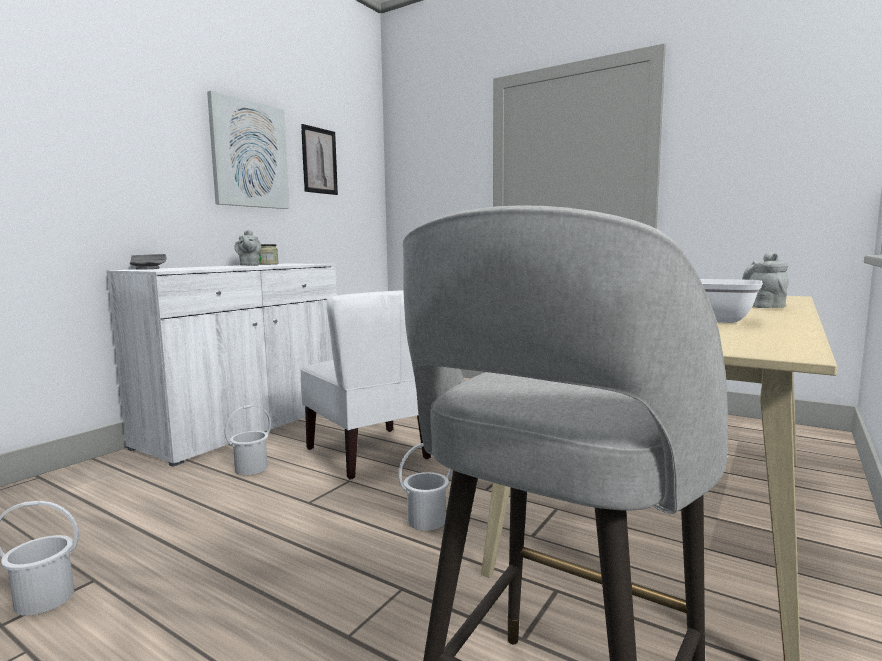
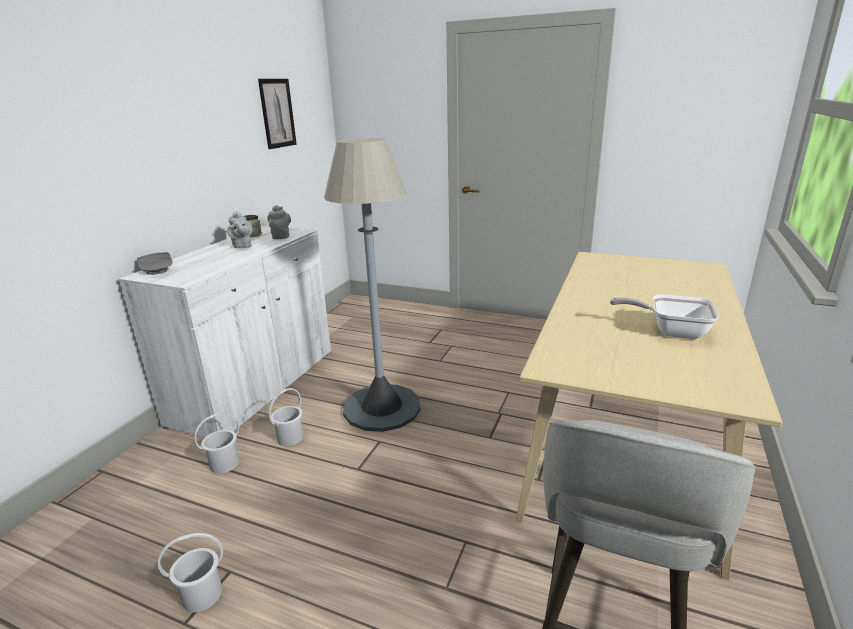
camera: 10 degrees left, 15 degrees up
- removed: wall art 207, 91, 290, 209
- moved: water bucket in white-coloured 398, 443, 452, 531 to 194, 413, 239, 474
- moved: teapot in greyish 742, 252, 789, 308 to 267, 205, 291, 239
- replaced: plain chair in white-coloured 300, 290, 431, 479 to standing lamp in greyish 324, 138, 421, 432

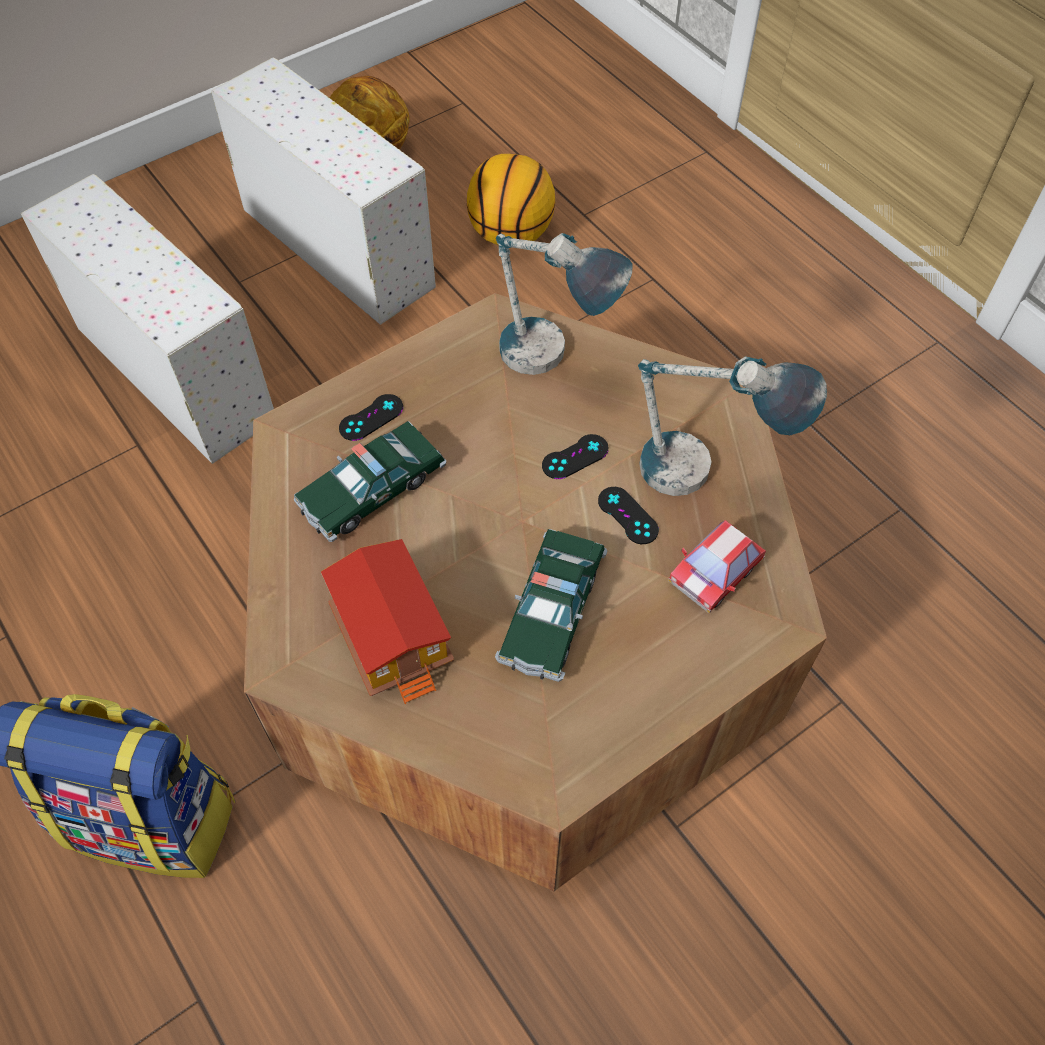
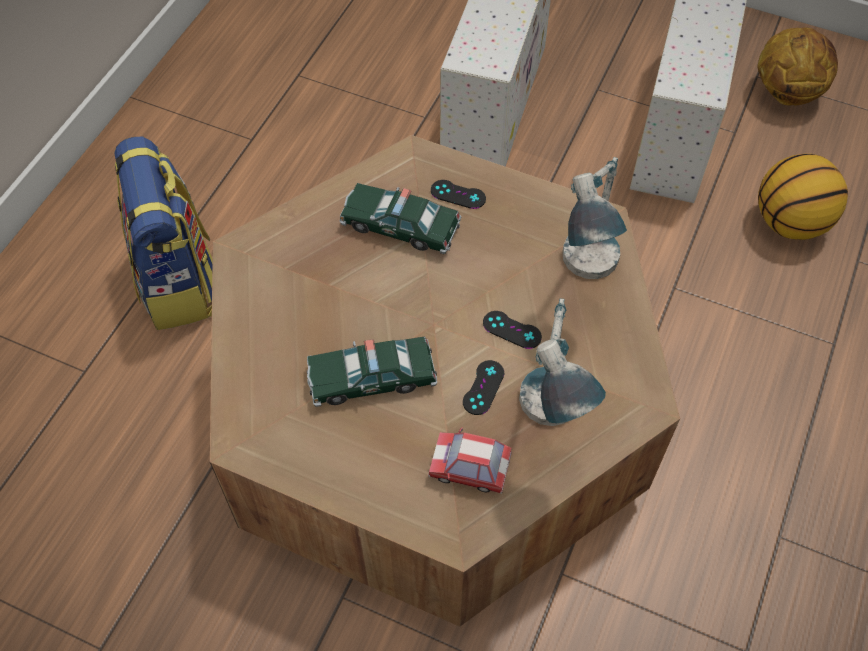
camera: 60 degrees right, 0 degrees up
- removed: miniature house 321, 539, 454, 704

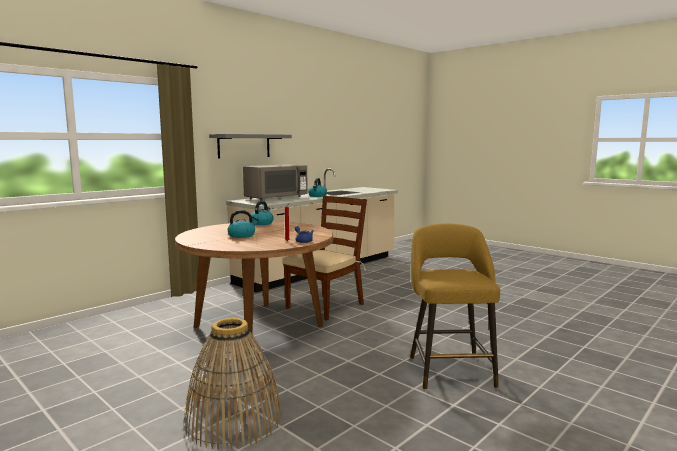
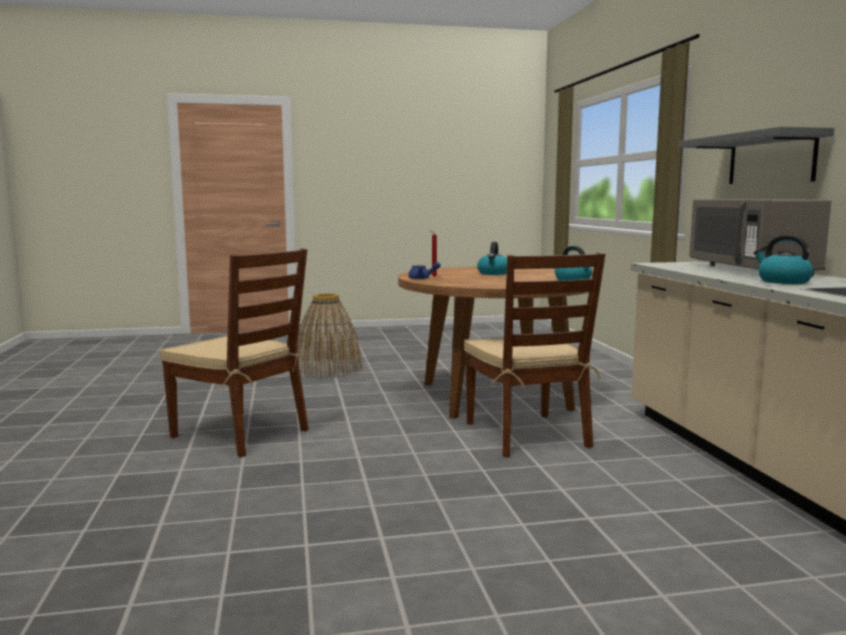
camera: 125 degrees right, 0 degrees up
- replaced: stool in yellow 410, 223, 500, 390 to plain chair in brownish 160, 248, 309, 458

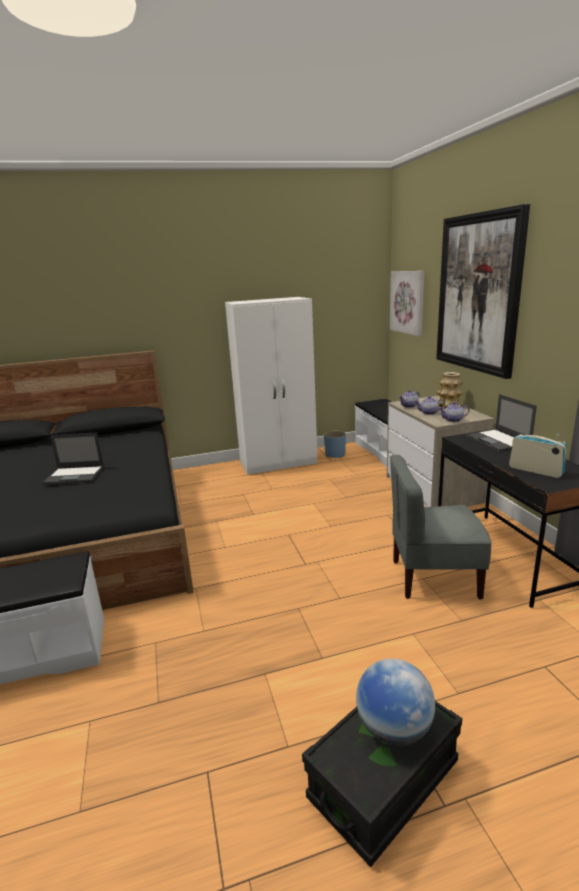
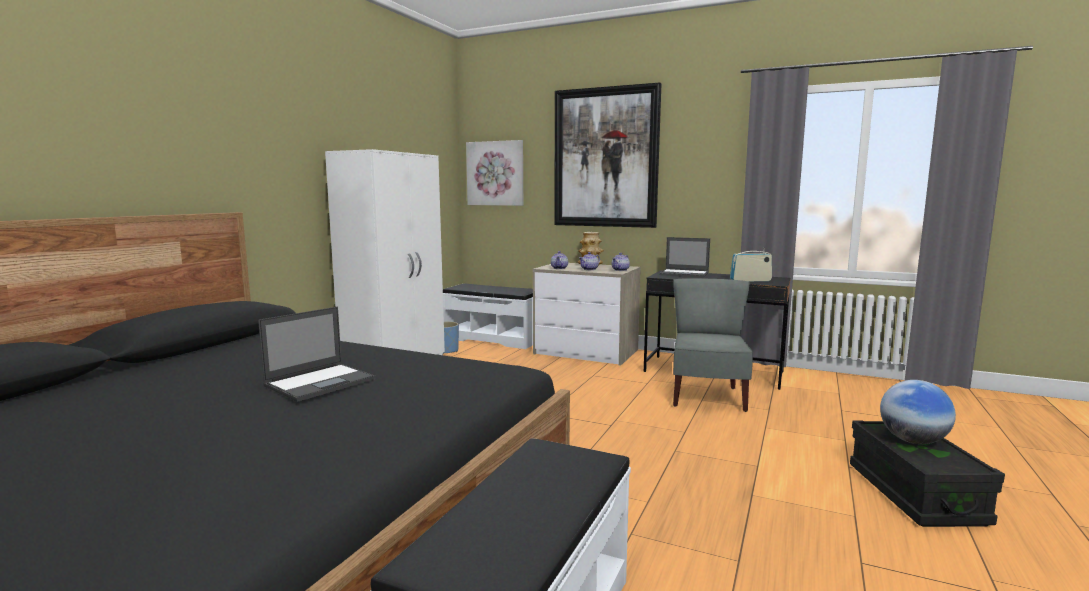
camera: 50 degrees left, 10 degrees down
- turned: plain chair in greyish 390, 455, 492, 599 = 673, 278, 753, 412 150 degrees clockwise

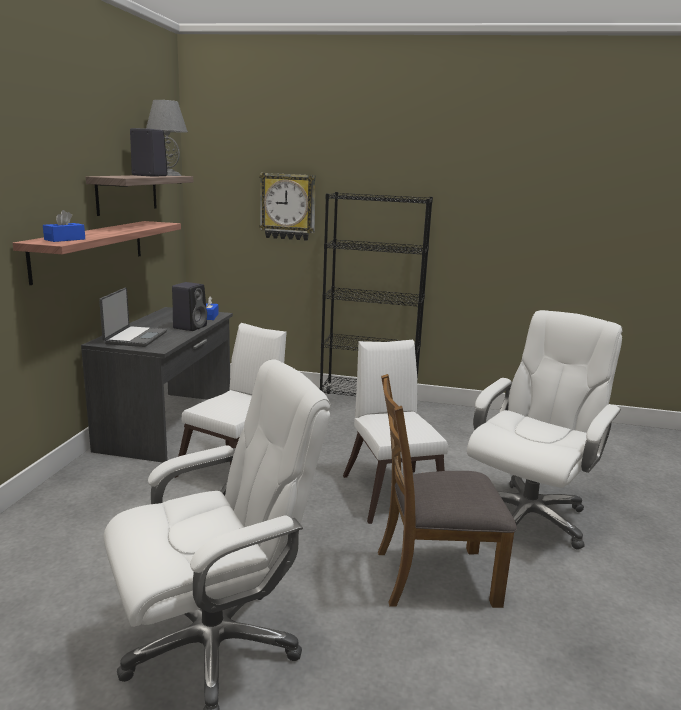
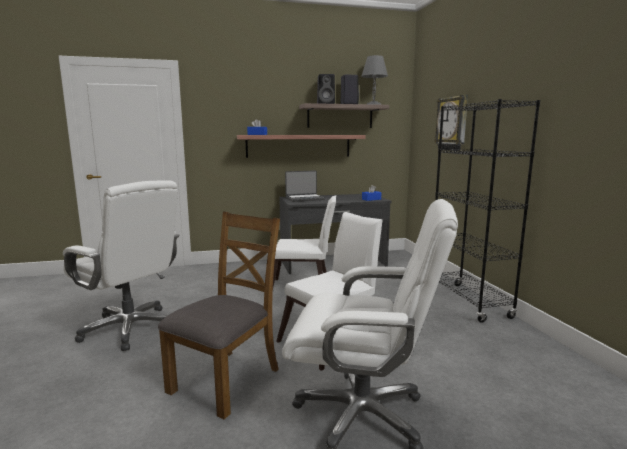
camera: 65 degrees right, 5 degrees down
- moved: speaker in black 172, 282, 207, 331 to 317, 74, 335, 104
- turned: plain chair in brownish 378, 374, 517, 608 = 158, 211, 280, 419 60 degrees clockwise

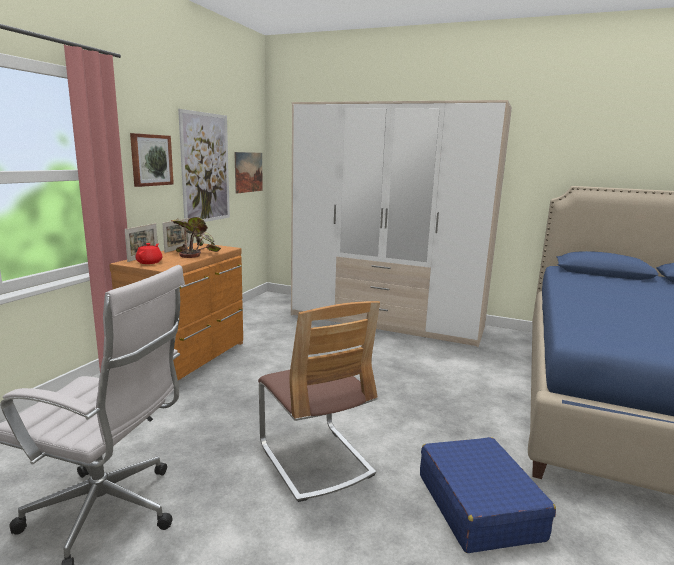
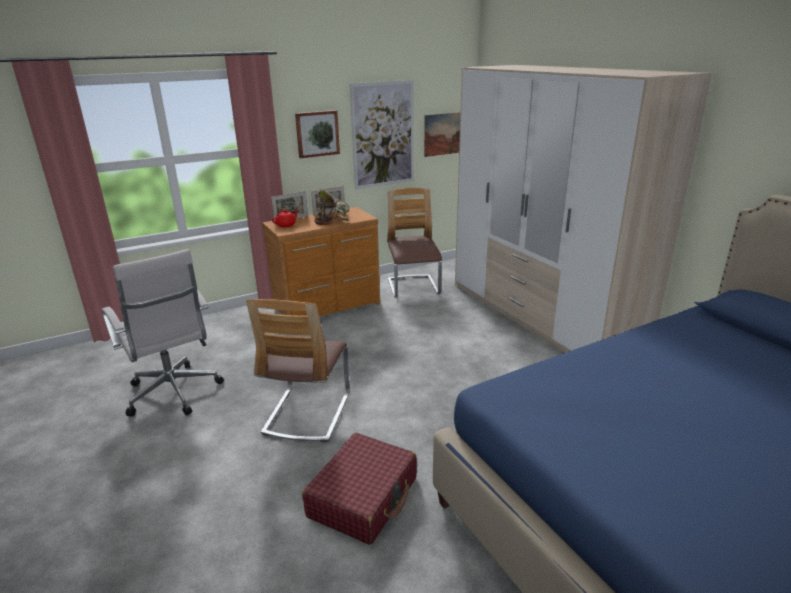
camera: 40 degrees right, 10 degrees up
- added: plain chair 387, 188, 442, 297
- recoloured: suitcase in blue-coloured 420, 437, 556, 553 to suitcase in red 302, 433, 417, 545

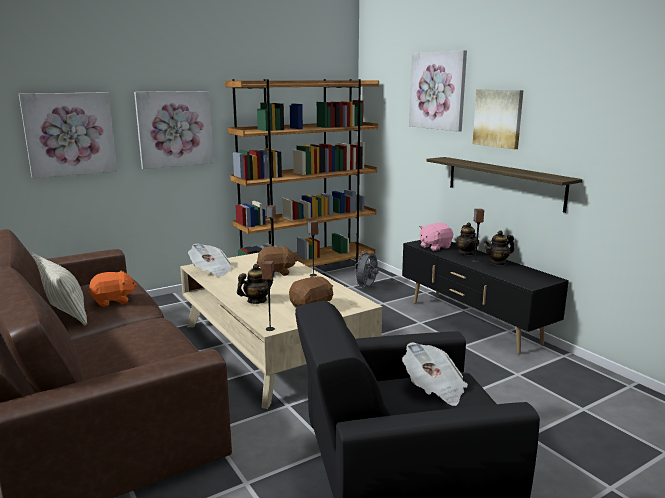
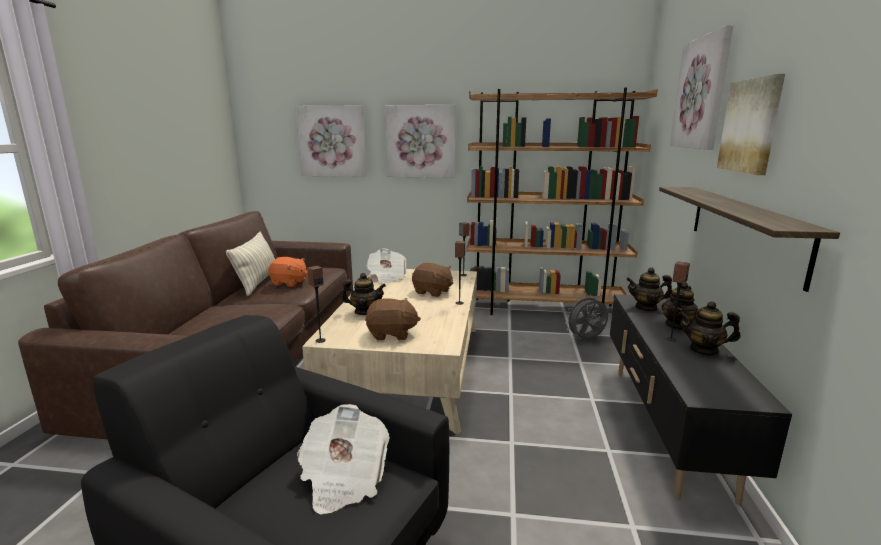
camera: 40 degrees right, 0 degrees up
- replaced: cuddly toy in pinkish 420, 223, 453, 251 to teapot 626, 268, 672, 312

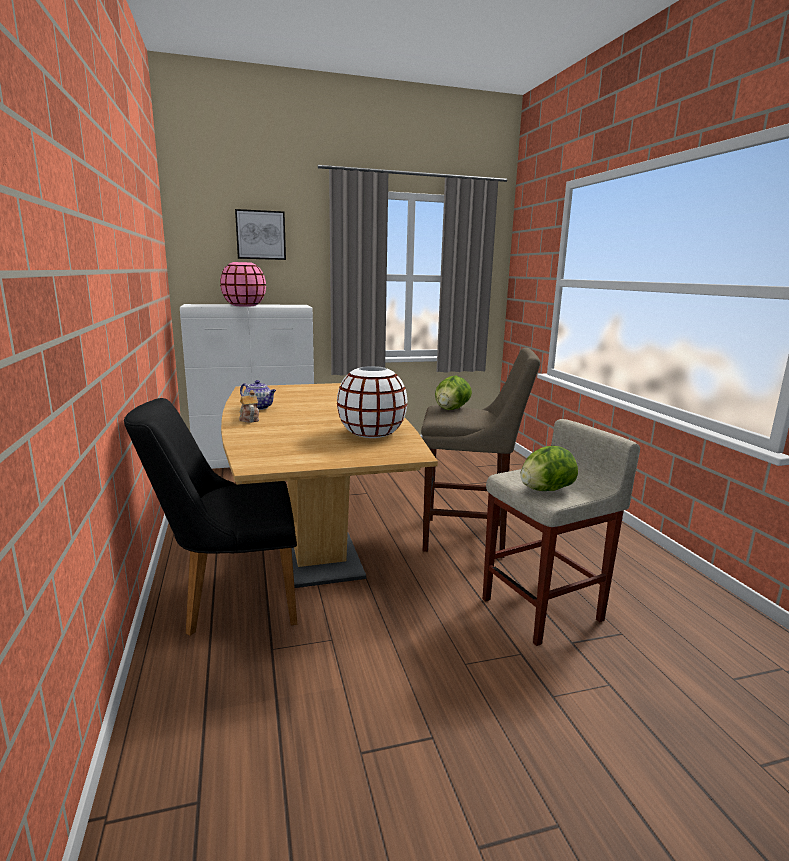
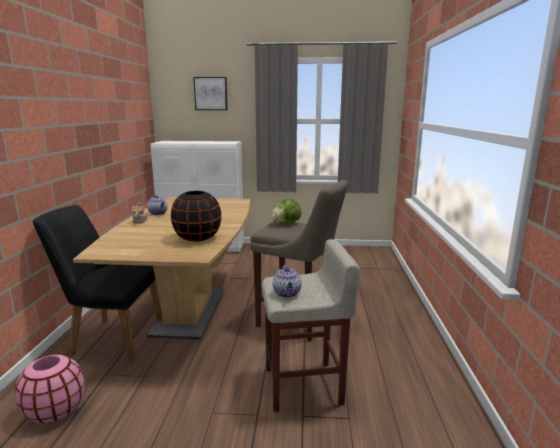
camera: 20 degrees right, 0 degrees up
- moved: vase in pinkish 220, 262, 266, 307 to 15, 355, 85, 423
- replaced: lettuce head 520, 446, 578, 491 to teapot 272, 265, 302, 298
- recoloured: vase in white-coloured 337, 366, 408, 438 to vase in black 171, 191, 221, 242

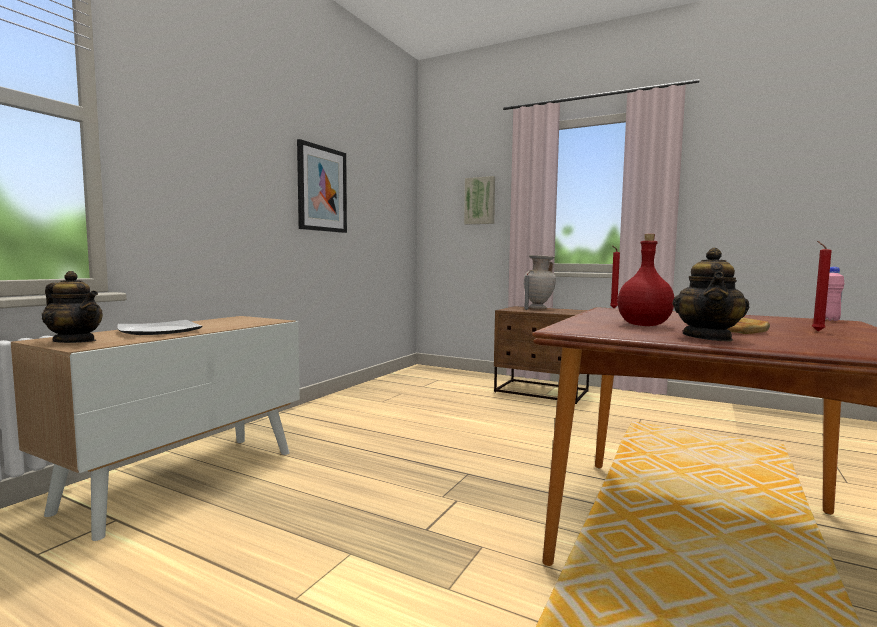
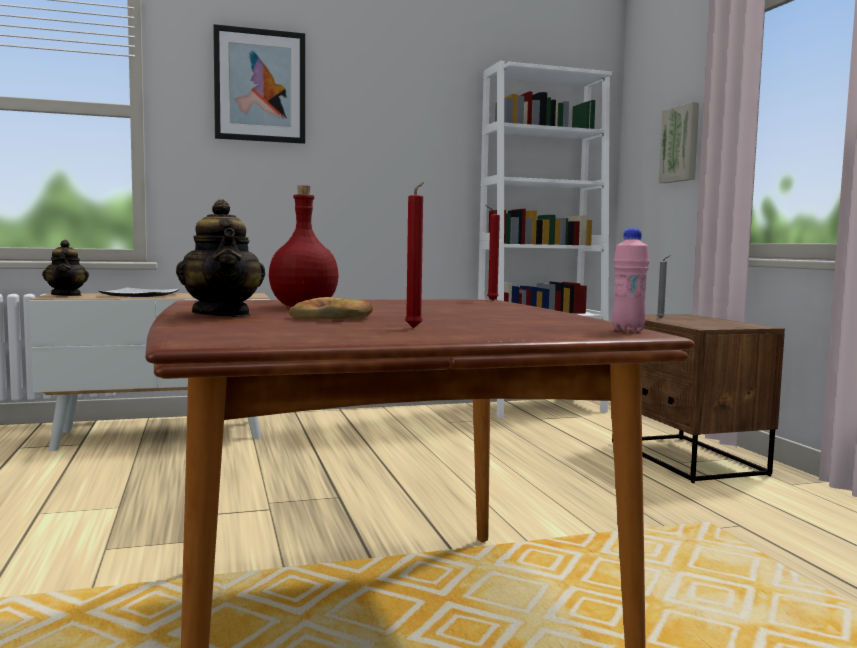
camera: 45 degrees right, 0 degrees up
- removed: vase in sand-coloured 524, 255, 556, 309
- added: bookcase in white-coloured 478, 61, 612, 418
- moved: wall art 297, 139, 347, 233 to 213, 24, 305, 144
- turned: teapot 673, 248, 749, 342 = 176, 199, 265, 317 90 degrees counterclockwise

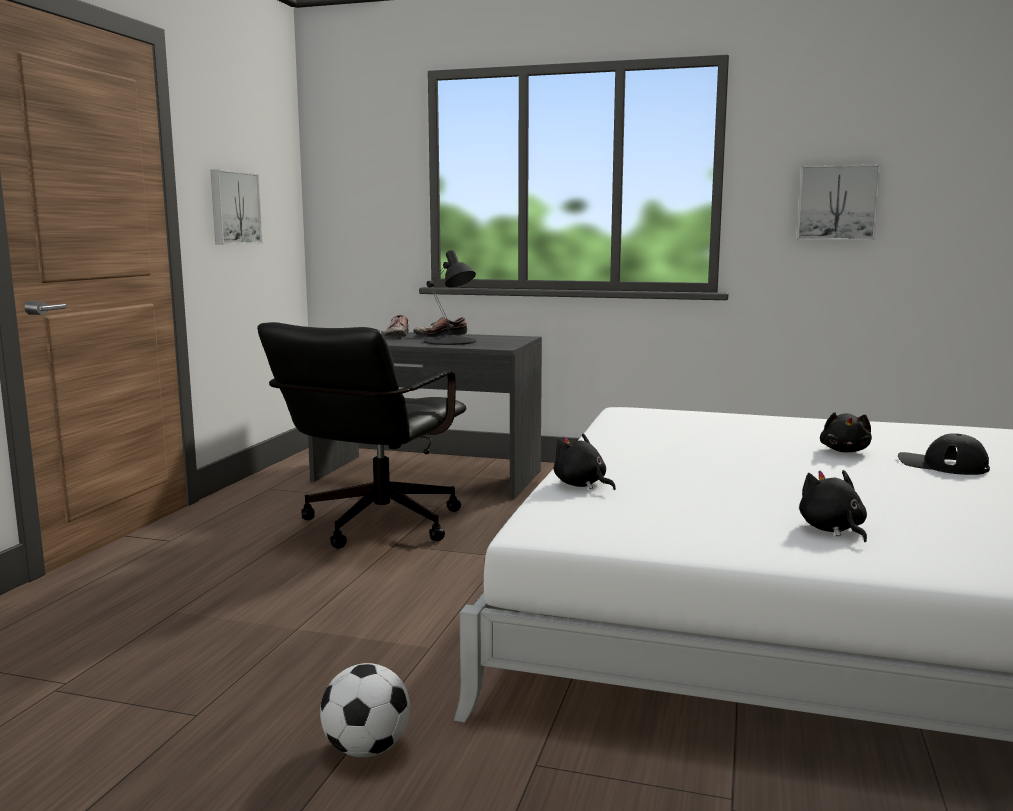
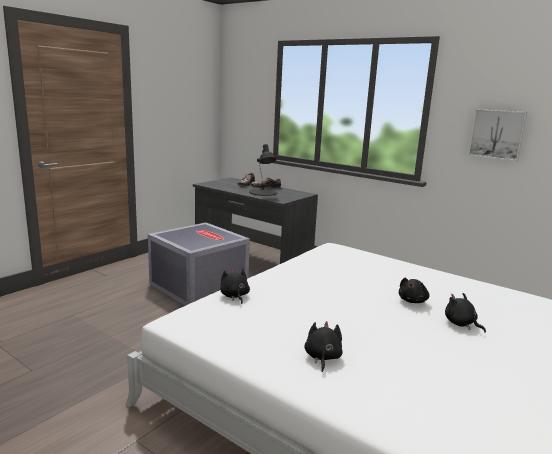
camera: 20 degrees right, 5 degrees up
- removed: wall art 210, 169, 263, 244
- removed: ball for football 320, 663, 410, 757
- replaced: desk chair in black 257, 322, 467, 549 to storage container in greyish 148, 222, 250, 306
- replaced: peaked cap in black 898, 433, 990, 475 to cuddly toy in black 445, 293, 486, 333

